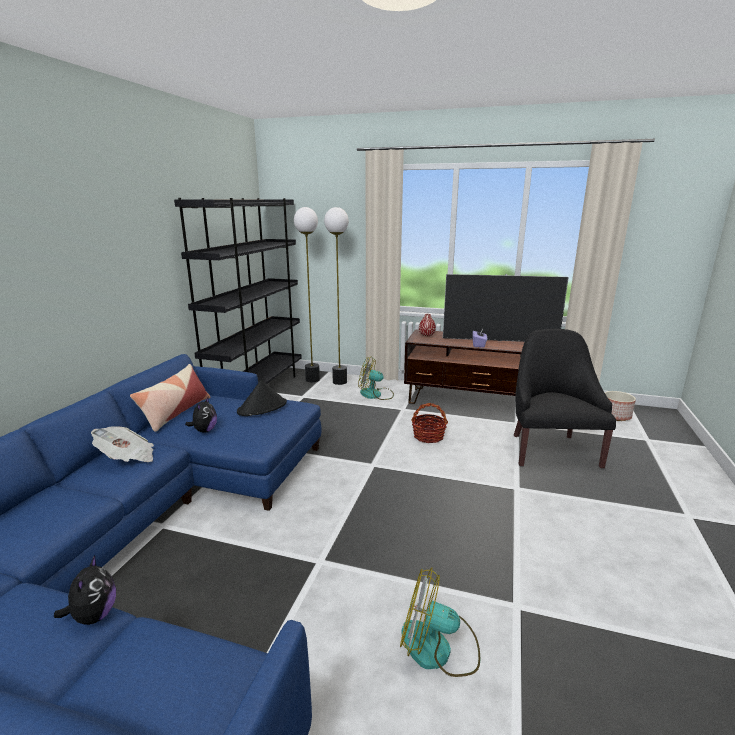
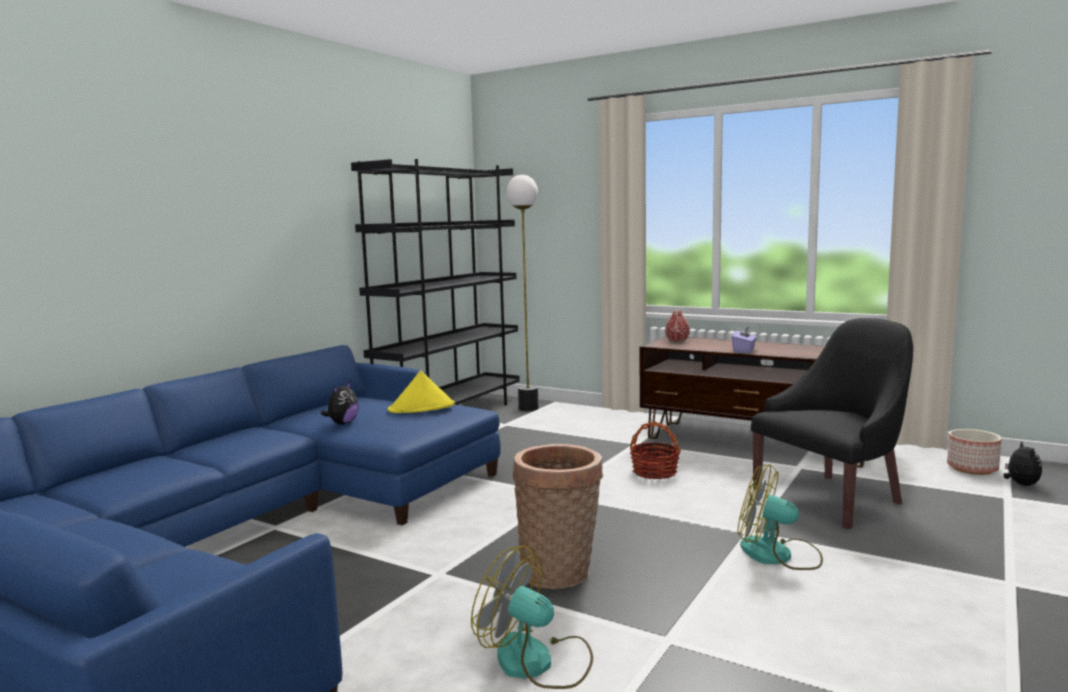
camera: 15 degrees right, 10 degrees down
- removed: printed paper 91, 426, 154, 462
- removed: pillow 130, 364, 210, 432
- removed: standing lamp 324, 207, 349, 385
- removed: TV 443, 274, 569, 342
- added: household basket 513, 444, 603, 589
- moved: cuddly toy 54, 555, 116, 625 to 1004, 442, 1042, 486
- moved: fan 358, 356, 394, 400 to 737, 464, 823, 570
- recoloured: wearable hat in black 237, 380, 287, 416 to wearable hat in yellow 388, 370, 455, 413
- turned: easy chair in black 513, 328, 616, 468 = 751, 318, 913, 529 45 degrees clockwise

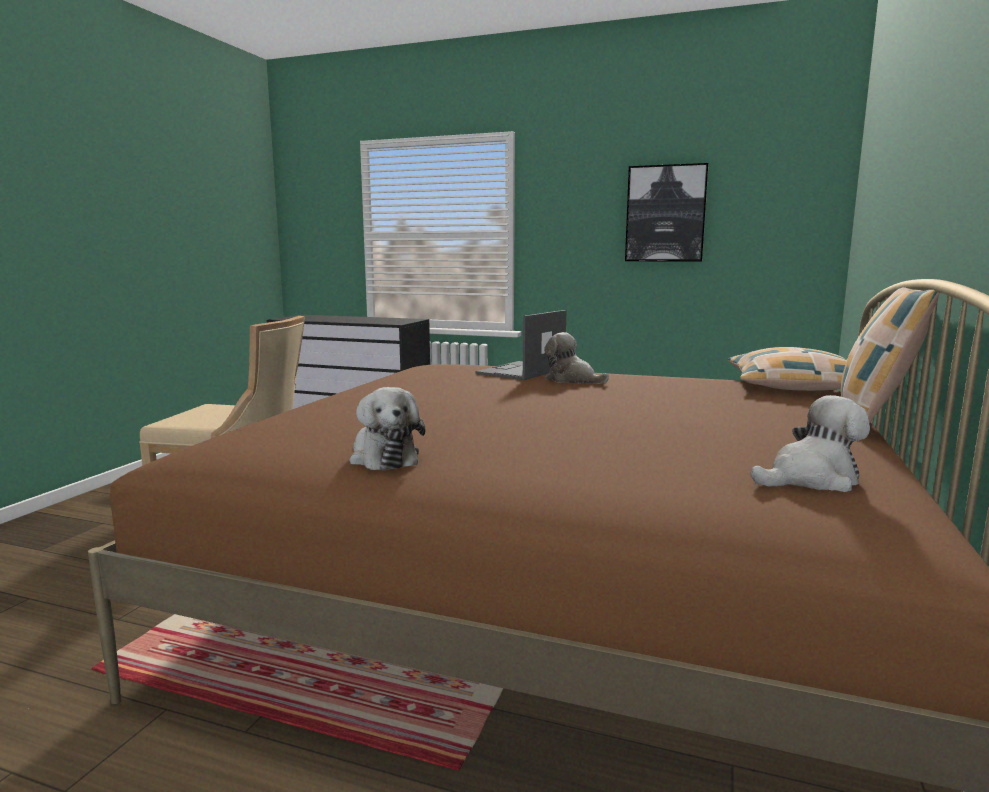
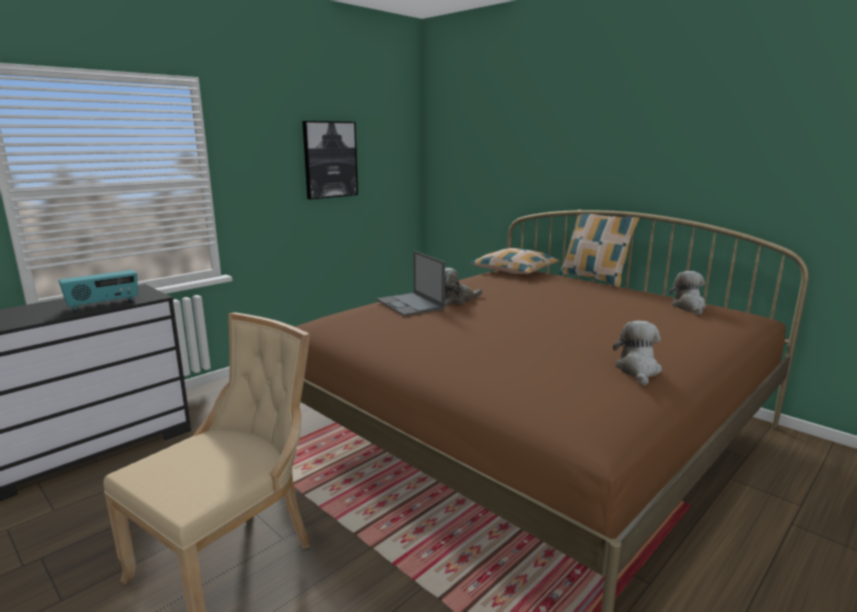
camera: 65 degrees left, 5 degrees up
- added: radio receiver 58, 270, 138, 310
- turned: cuddly toy 350, 387, 425, 471 = 613, 321, 662, 386 75 degrees counterclockwise

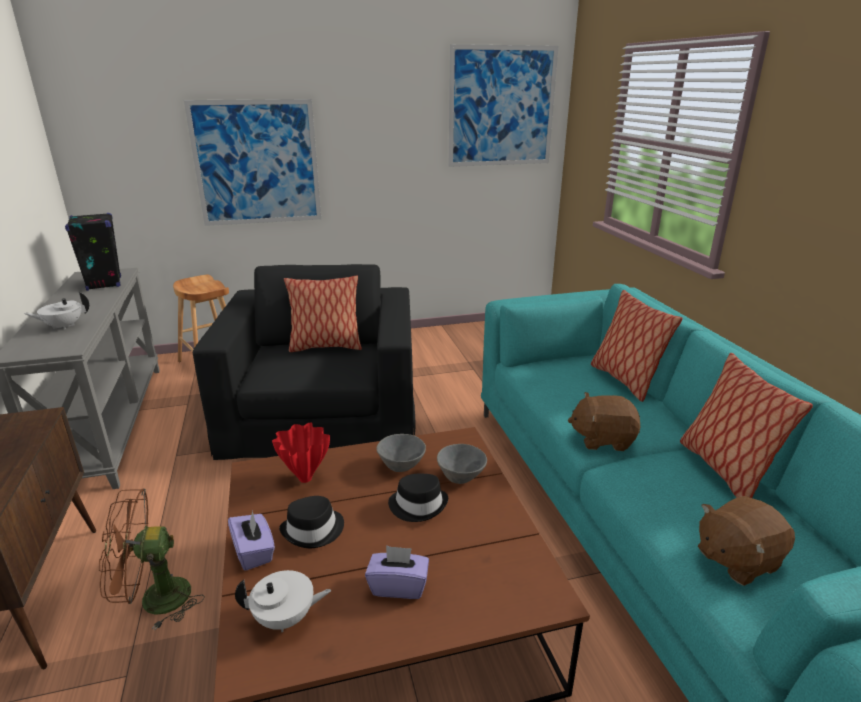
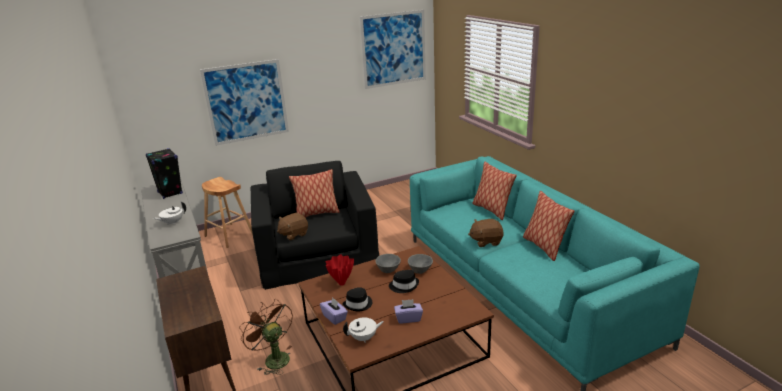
camera: 10 degrees left, 0 degrees up
- moved: cuddly toy in brownish 698, 496, 795, 586 to 277, 213, 308, 240
- turned: fan in brownish 99, 489, 205, 630 = 239, 299, 293, 375 75 degrees clockwise

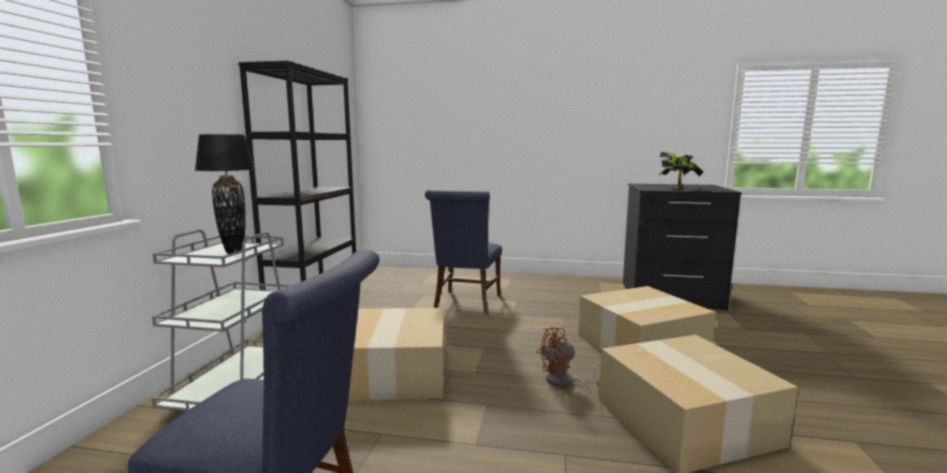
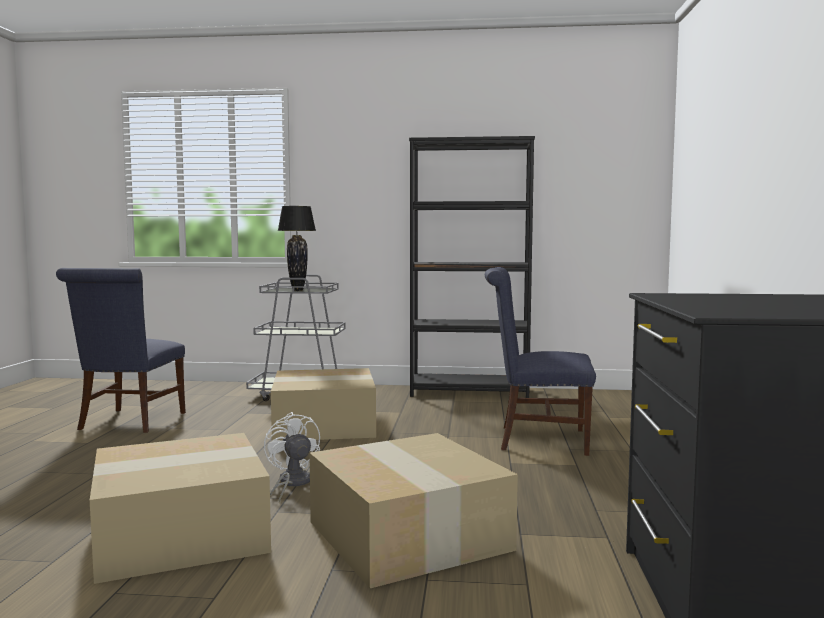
camera: 85 degrees right, 5 degrees down
- removed: potted plant 659, 152, 704, 189
- recoloured: fan in brownish 537, 327, 601, 390 to fan in white-coloured 264, 412, 320, 503

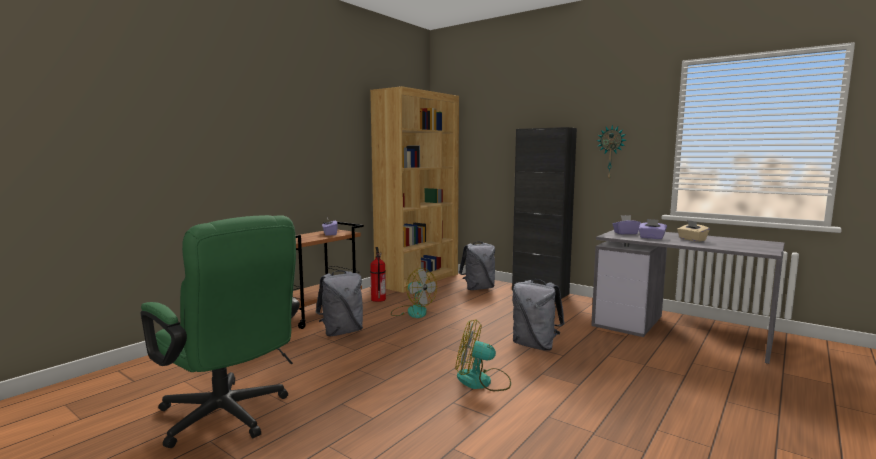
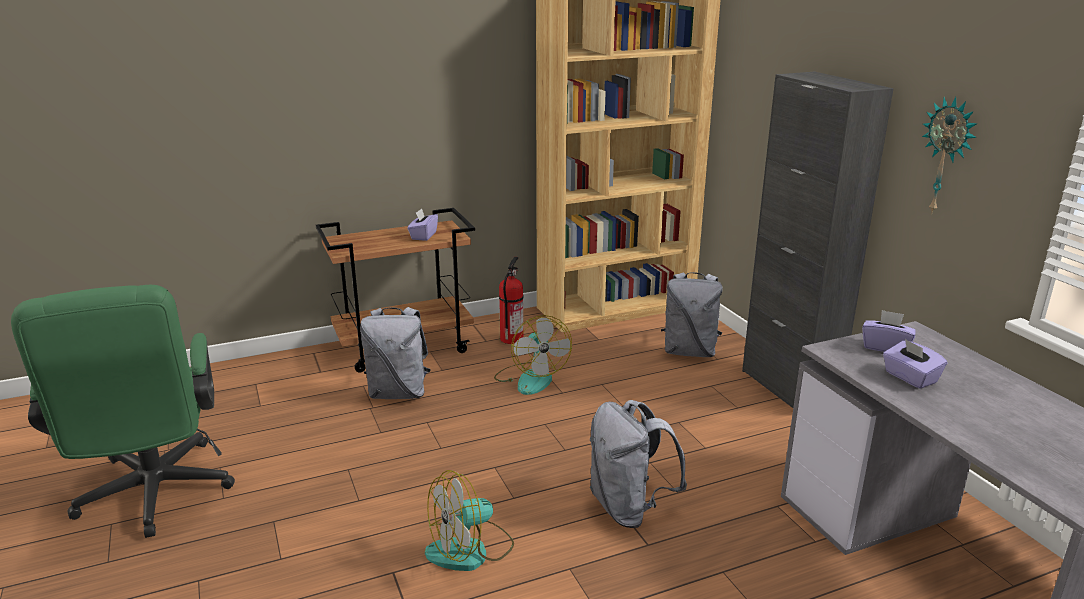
camera: 30 degrees right, 15 degrees up
- removed: tissue holder in sand-coloured 677, 220, 710, 242
- turned: fan 456, 319, 511, 391 = 425, 470, 514, 571 75 degrees counterclockwise

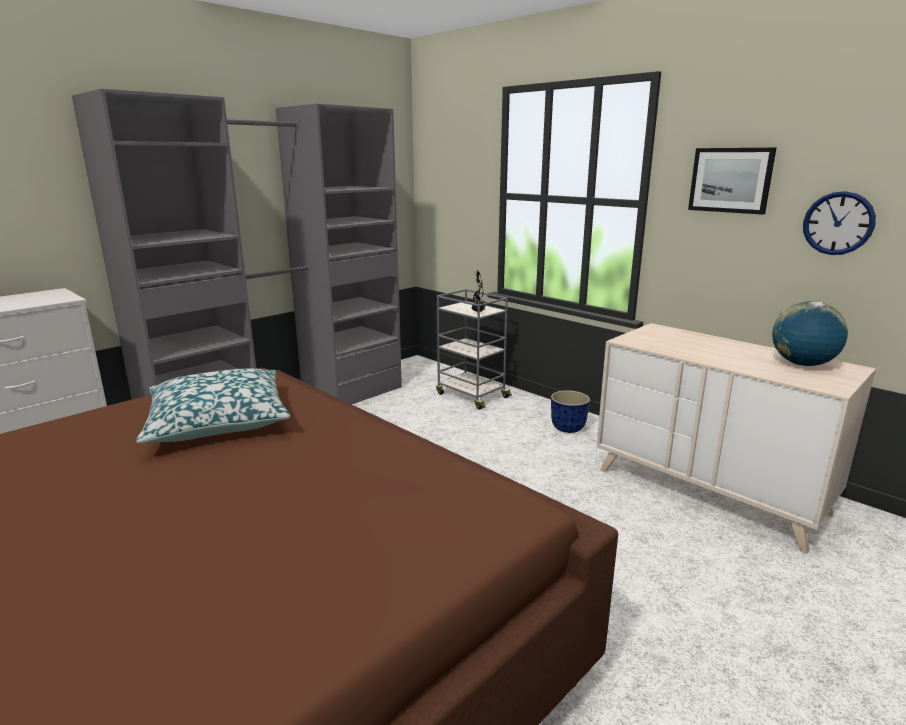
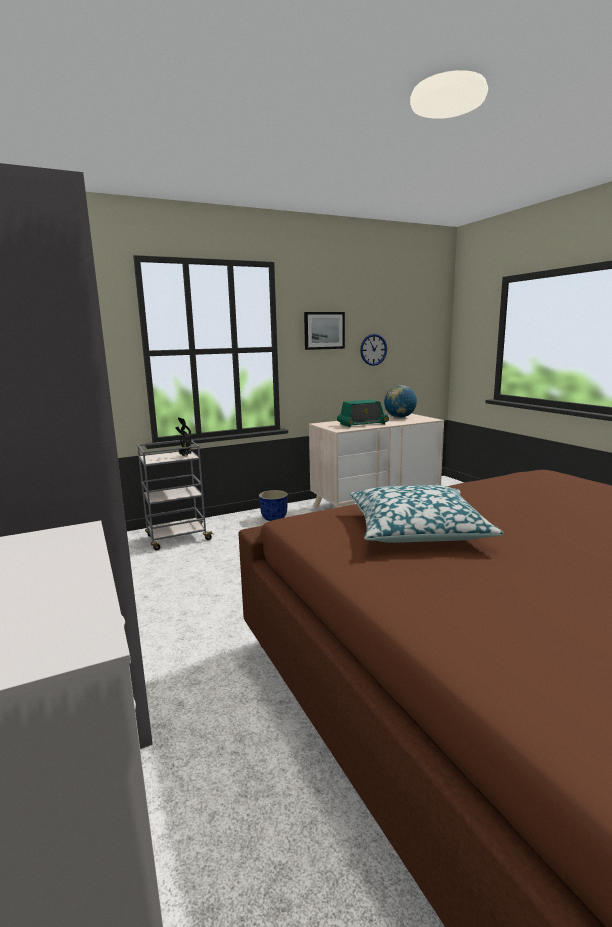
camera: 70 degrees left, 5 degrees down
- added: radio receiver 337, 400, 389, 427

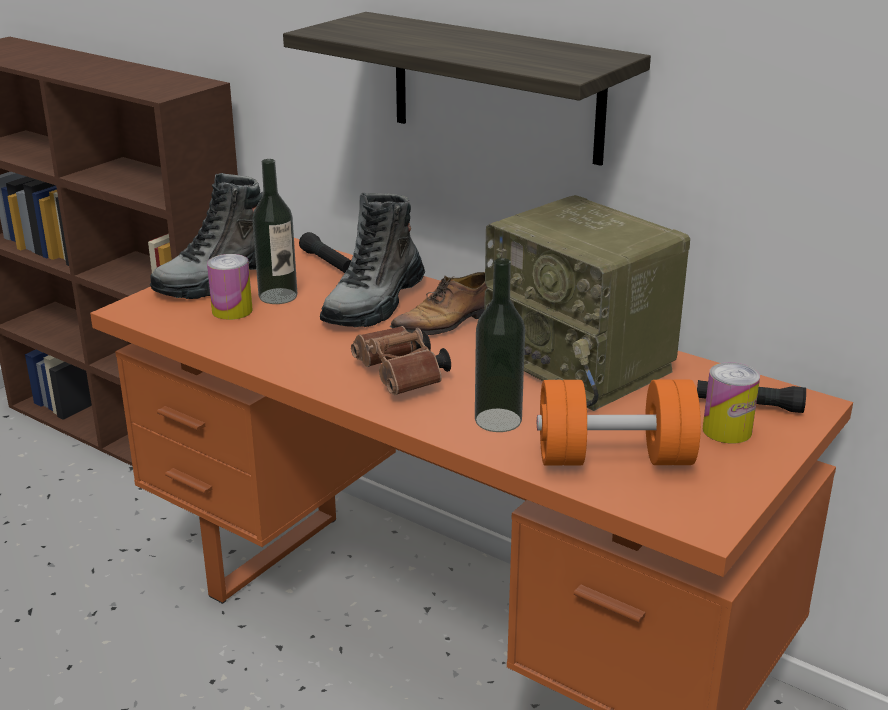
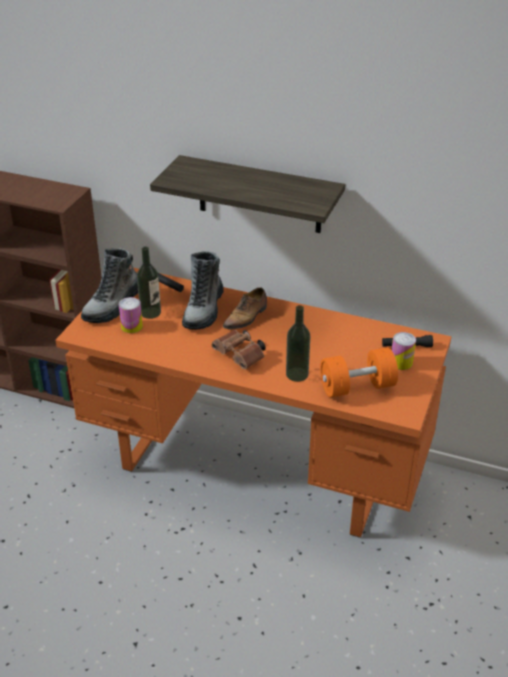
camera: 15 degrees left, 10 degrees up
- removed: radio receiver 484, 195, 690, 411

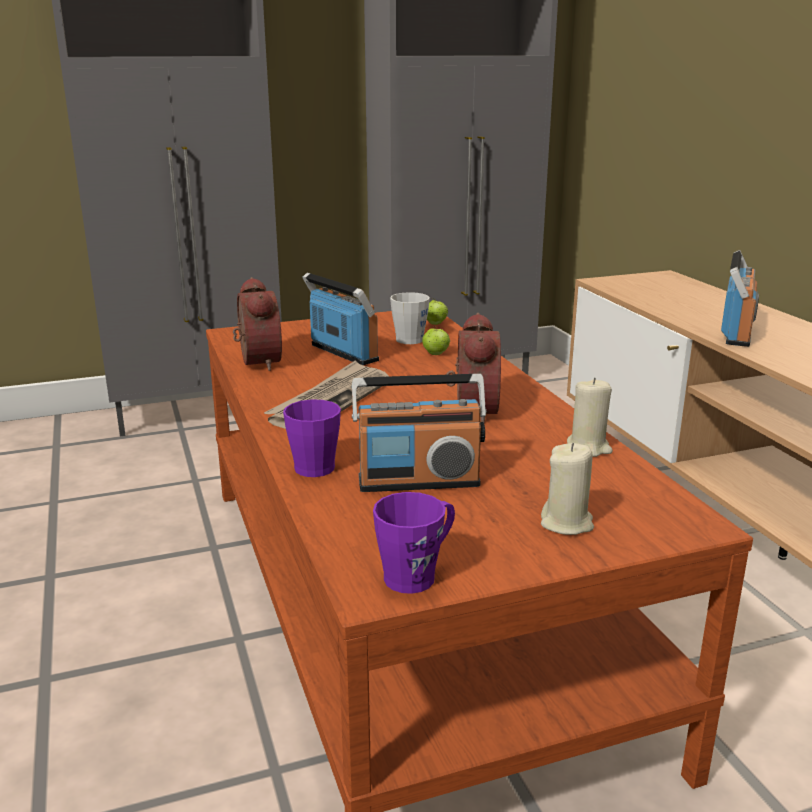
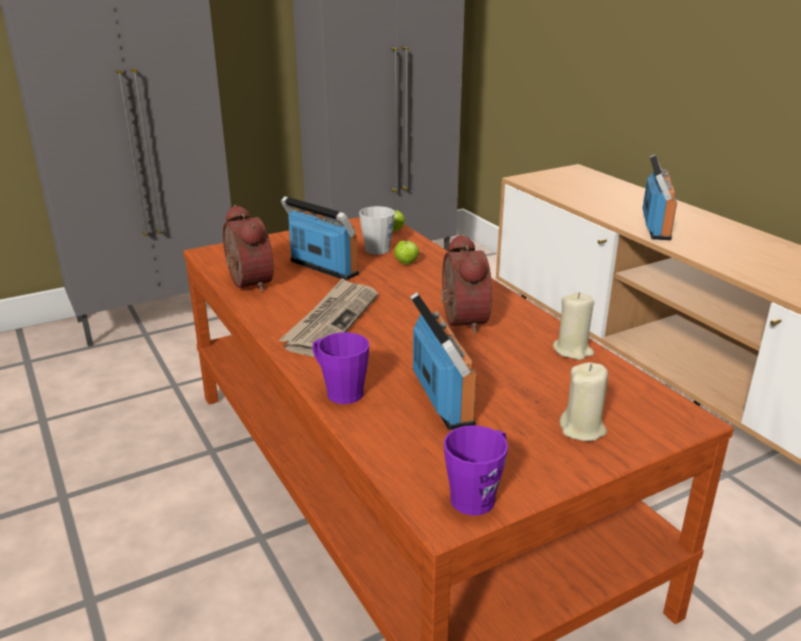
camera: 10 degrees left, 5 degrees up
- turned: radio receiver 352, 374, 486, 492 = 410, 292, 477, 430 90 degrees counterclockwise

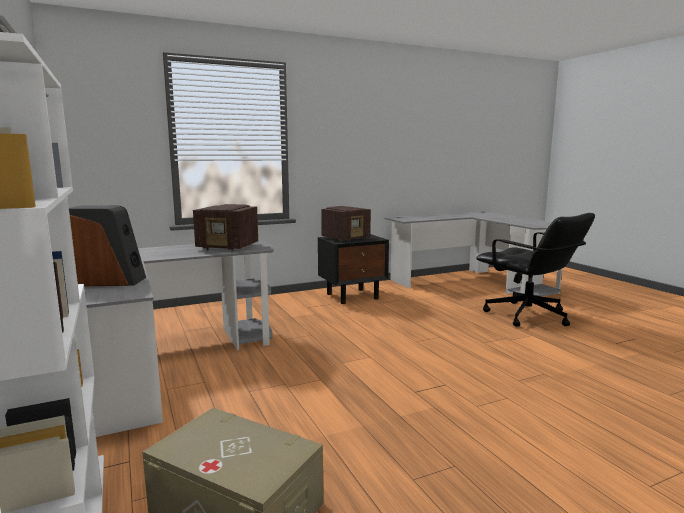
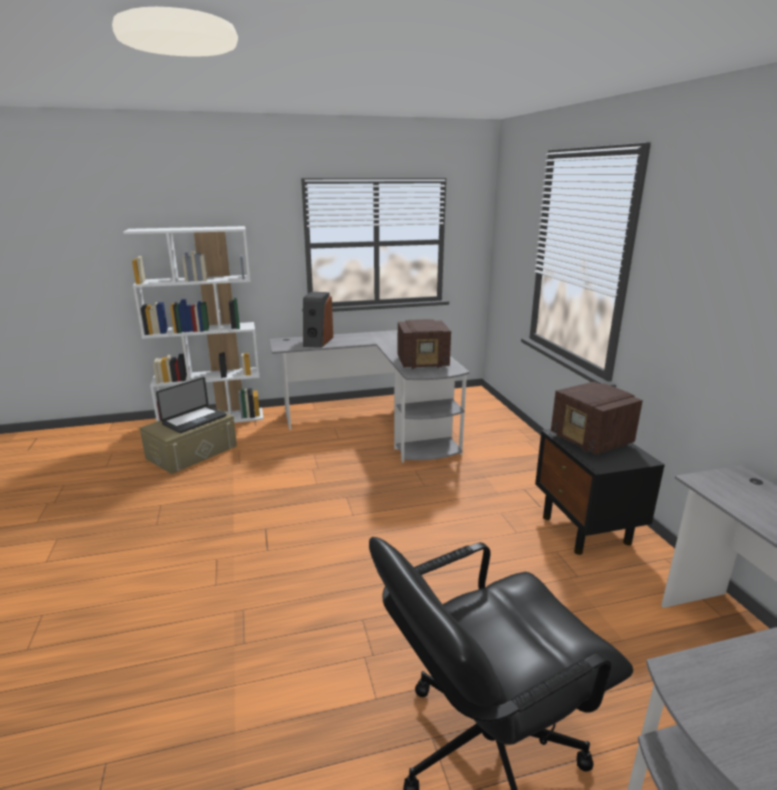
camera: 100 degrees right, 10 degrees up
- added: notebook computer 156, 377, 226, 433
- turned: radio receiver 193, 204, 258, 251 = 397, 319, 451, 369 120 degrees counterclockwise

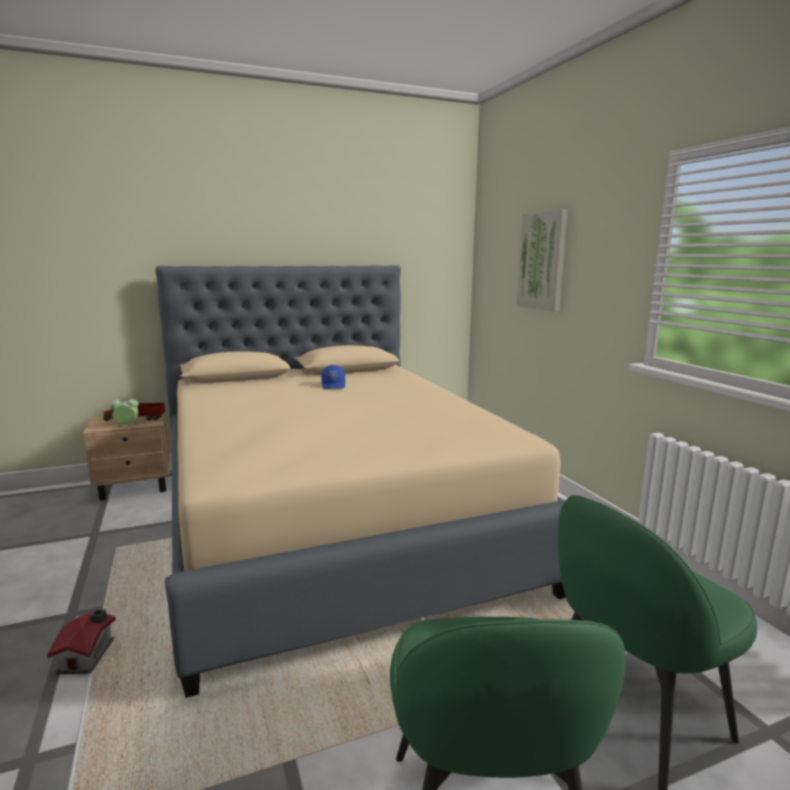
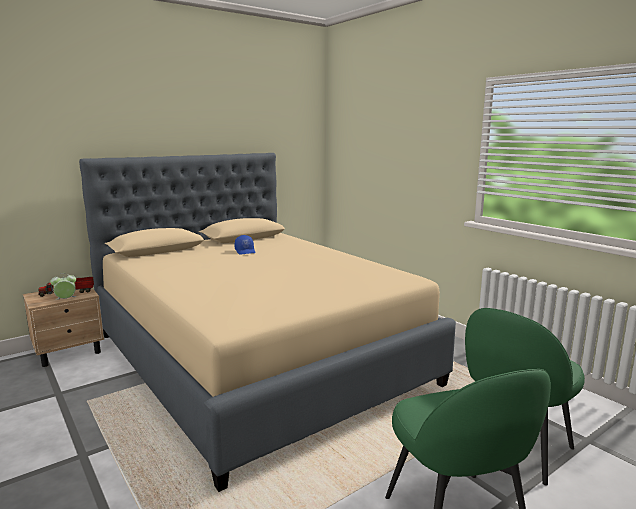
camera: 15 degrees left, 0 degrees up
- removed: miniature house 47, 609, 116, 674
- removed: wall art 516, 209, 568, 312

